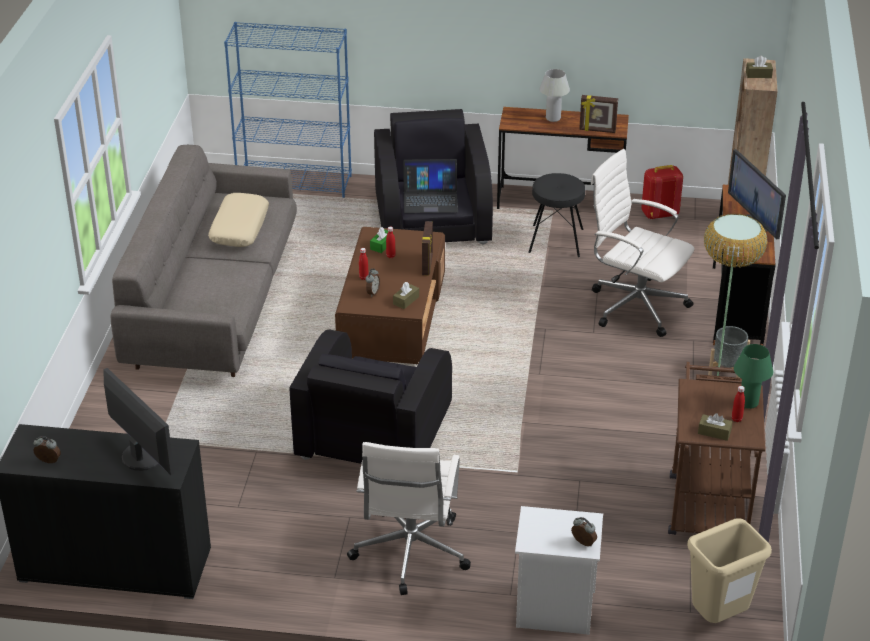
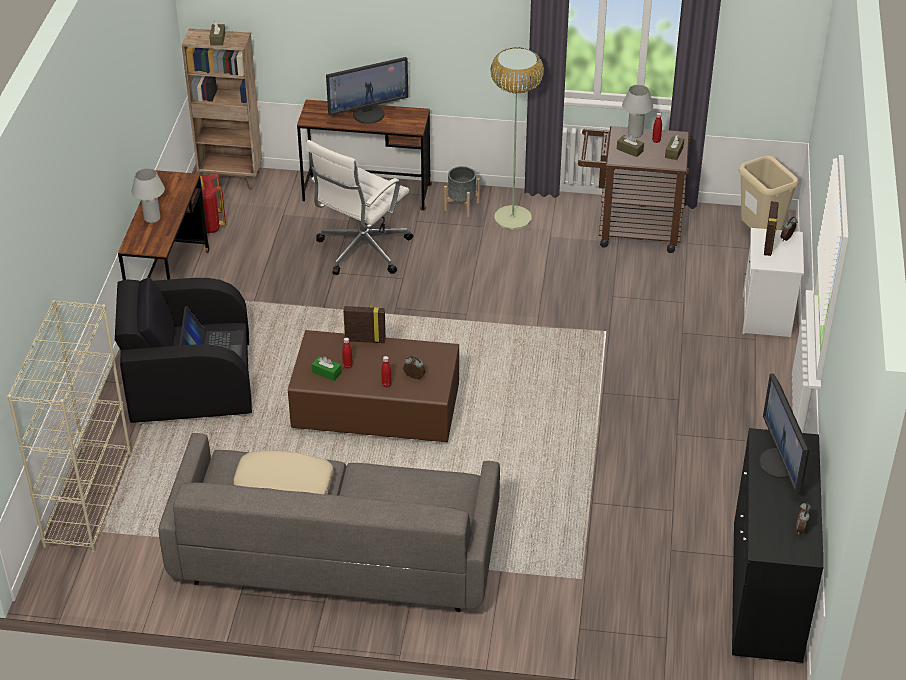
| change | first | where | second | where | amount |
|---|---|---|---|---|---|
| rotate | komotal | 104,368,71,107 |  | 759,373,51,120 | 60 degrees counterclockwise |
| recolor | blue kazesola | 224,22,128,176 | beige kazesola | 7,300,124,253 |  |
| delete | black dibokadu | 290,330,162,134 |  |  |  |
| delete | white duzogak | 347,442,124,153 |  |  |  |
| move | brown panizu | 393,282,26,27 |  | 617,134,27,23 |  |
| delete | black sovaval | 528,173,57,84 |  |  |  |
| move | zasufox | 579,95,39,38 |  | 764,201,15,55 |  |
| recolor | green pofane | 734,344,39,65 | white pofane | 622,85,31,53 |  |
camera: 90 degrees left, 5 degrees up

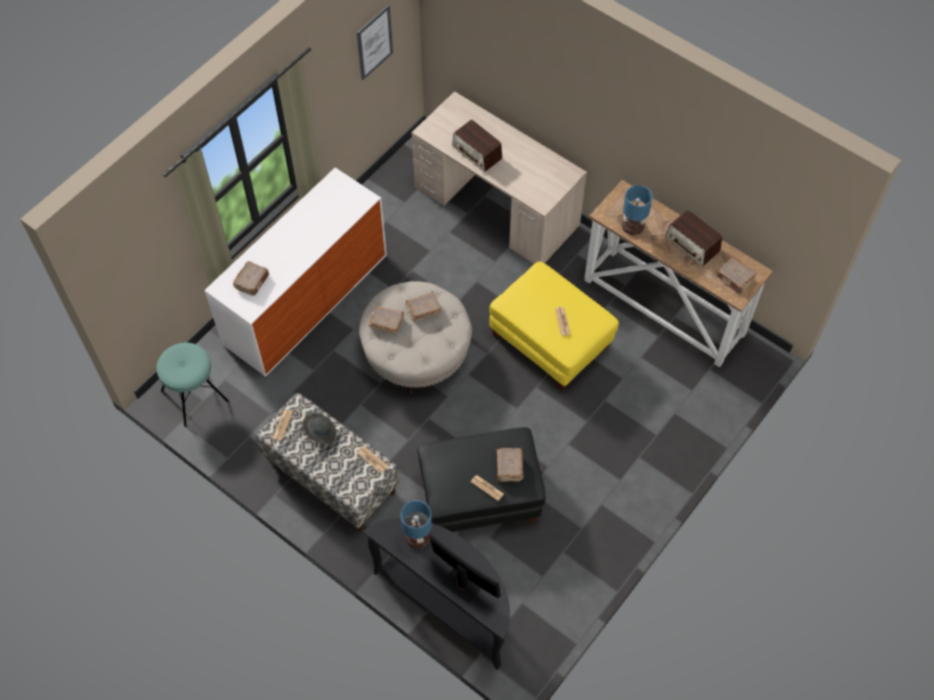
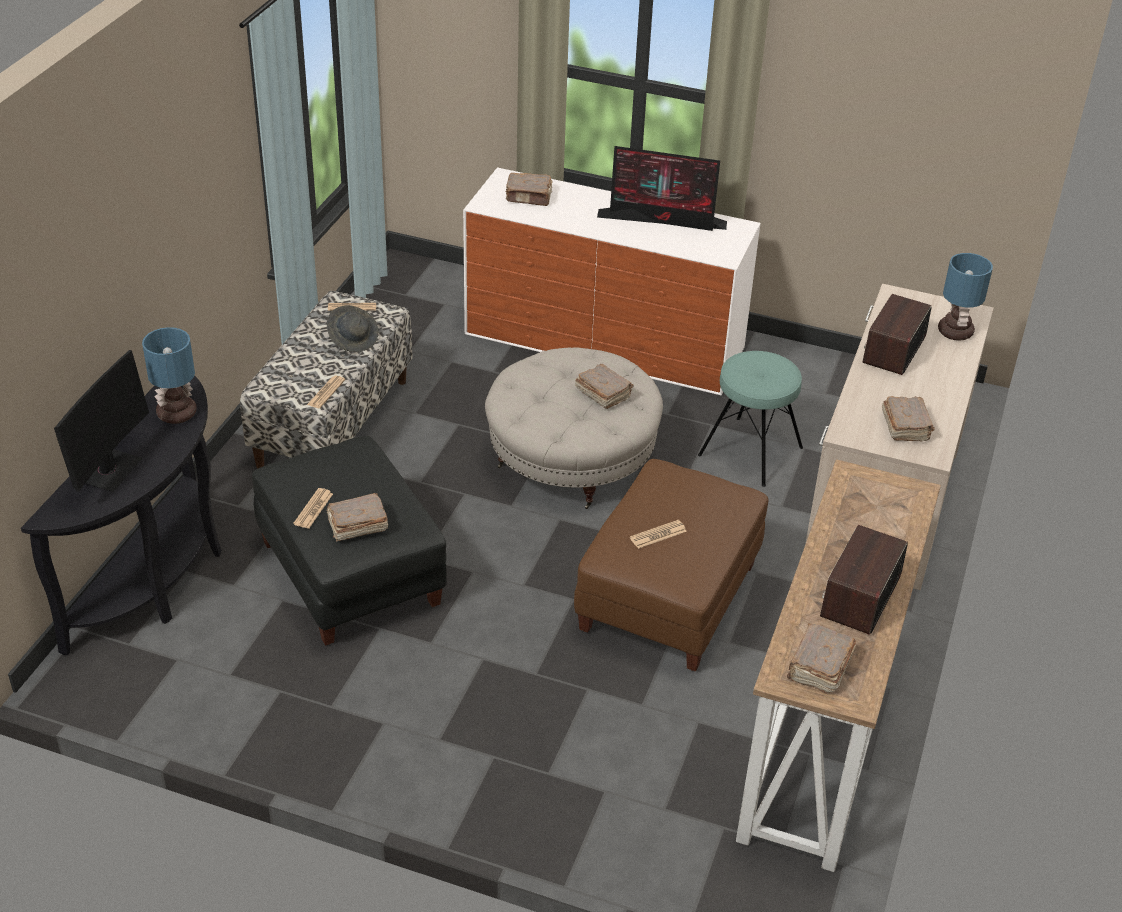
| change | first | where | second | where | amount |
|---|---|---|---|---|---|
| move | turquoise sovaval | 156,343,73,84 |  | 698,351,105,136 |  |
| delete | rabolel | 357,5,36,75 |  |  |  |
| move | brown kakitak | 369,306,35,29 |  | 882,396,53,46 |  |
| recolor | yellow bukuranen | 489,261,130,129 | brown bukuranen | 574,459,195,213 |  |
| move | pofane | 622,185,31,50 |  | 938,253,55,88 |  |
| insert |  |  | komotal | 597,146,130,85 |  |
camera: 70 degrees right, 20 degrees down

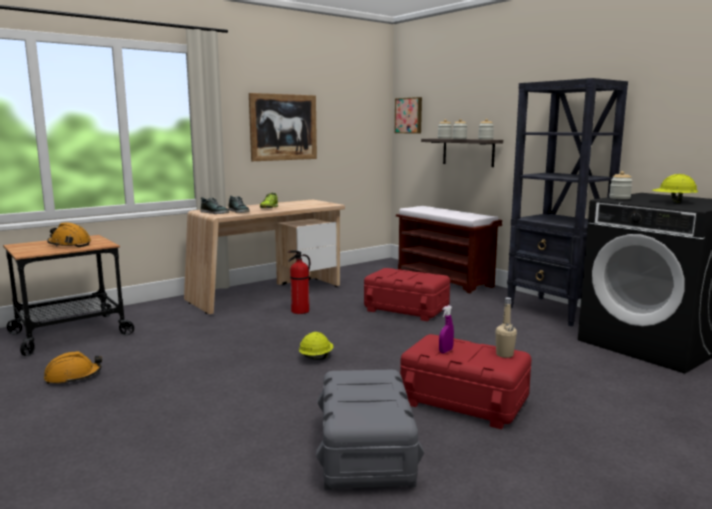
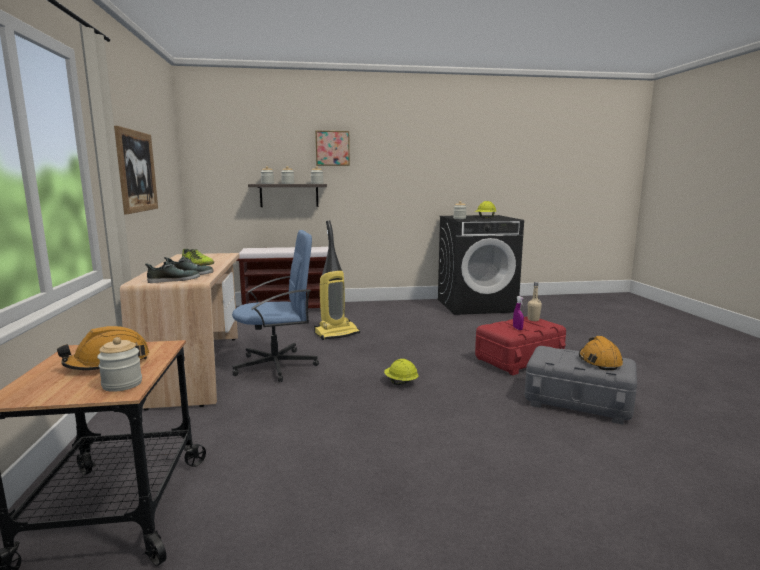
| change | first | where | second | where | amount |
|---|---|---|---|---|---|
| move | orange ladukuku | 44,351,58,33 |  | 579,336,44,34 |  |
| replace | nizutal | 288,250,22,64 | blue duzogak | 232,230,87,152 |  |
| replace | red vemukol | 364,268,86,53 | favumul | 314,220,46,120 |  |
| move | rabolel | 395,97,27,37 |  | 315,131,35,35 |  |
| delete | black kazesola | 507,78,121,249 |  |  |  |
| insert |  |  | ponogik | 97,337,45,55 |  |
camera: 60 degrees left, 0 degrees up

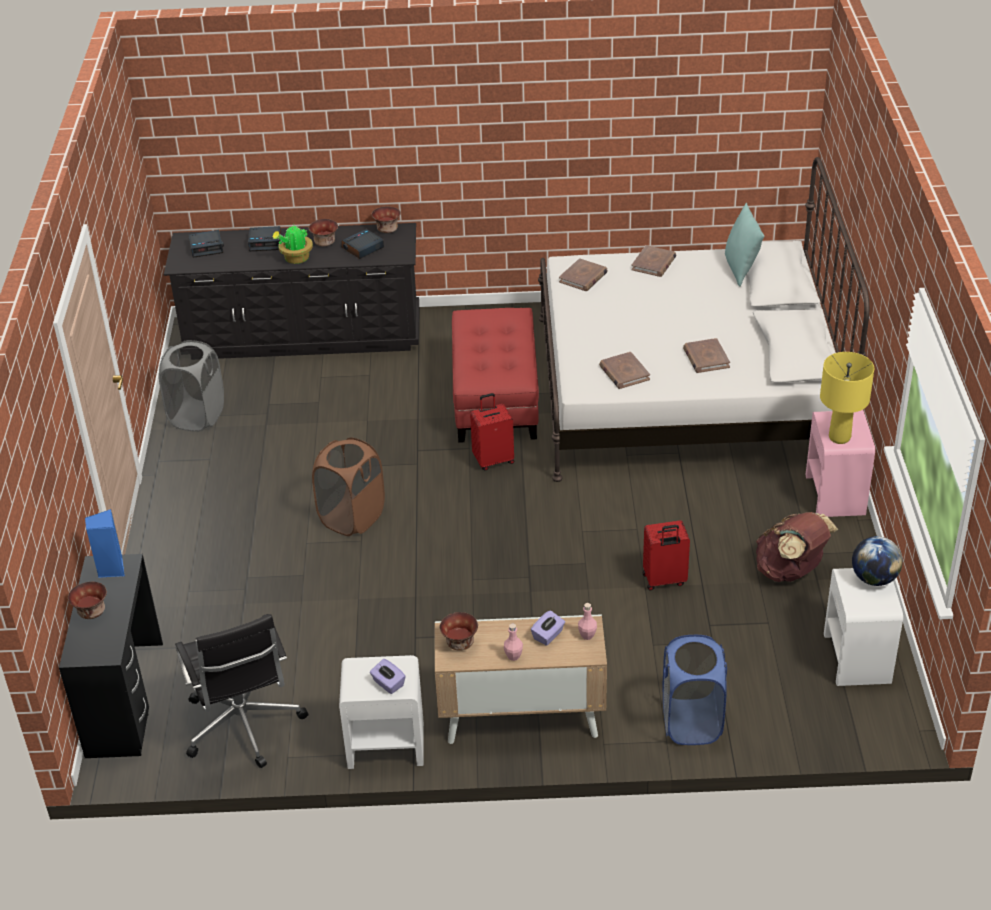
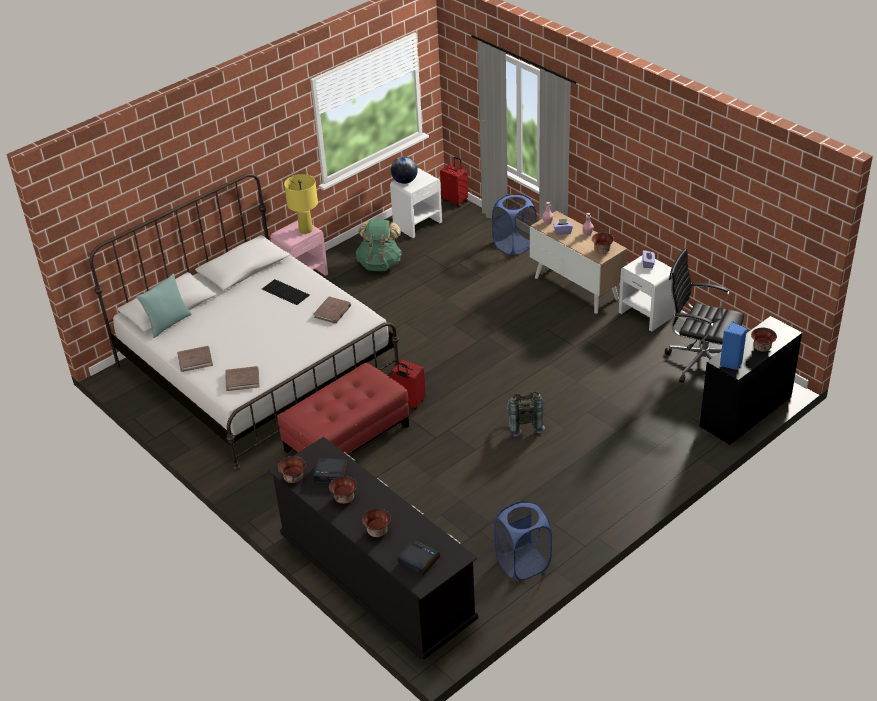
| change | first | where | second | where | amount |
|---|---|---|---|---|---|
| recolor | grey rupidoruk | 159,340,65,92 | blue rupidoruk | 494,501,58,80 |  |
| rotate | black duzogak | 175,614,133,154 |  | 665,248,79,135 | 90 degrees counterclockwise |
| replace | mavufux | 248,226,33,25 | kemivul | 362,508,29,29 |  |
| delete | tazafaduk | 273,226,40,38 |  |  |  |
| replace | brown rupidoruk | 312,437,73,99 | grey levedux | 506,391,39,45 |  |
| move | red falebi | 643,520,47,70 |  | 440,157,28,51 |  |
| replace | brown kakitak | 683,338,47,35 | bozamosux | 262,279,48,26 |  |
| recolor | brown levedux | 756,512,82,70 | green levedux | 356,219,46,52 |  |
camera: 130 degrees left, 0 degrees up

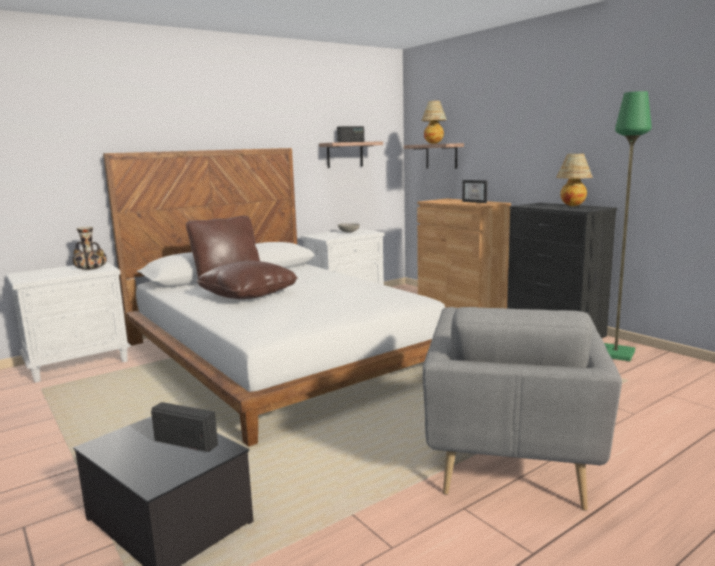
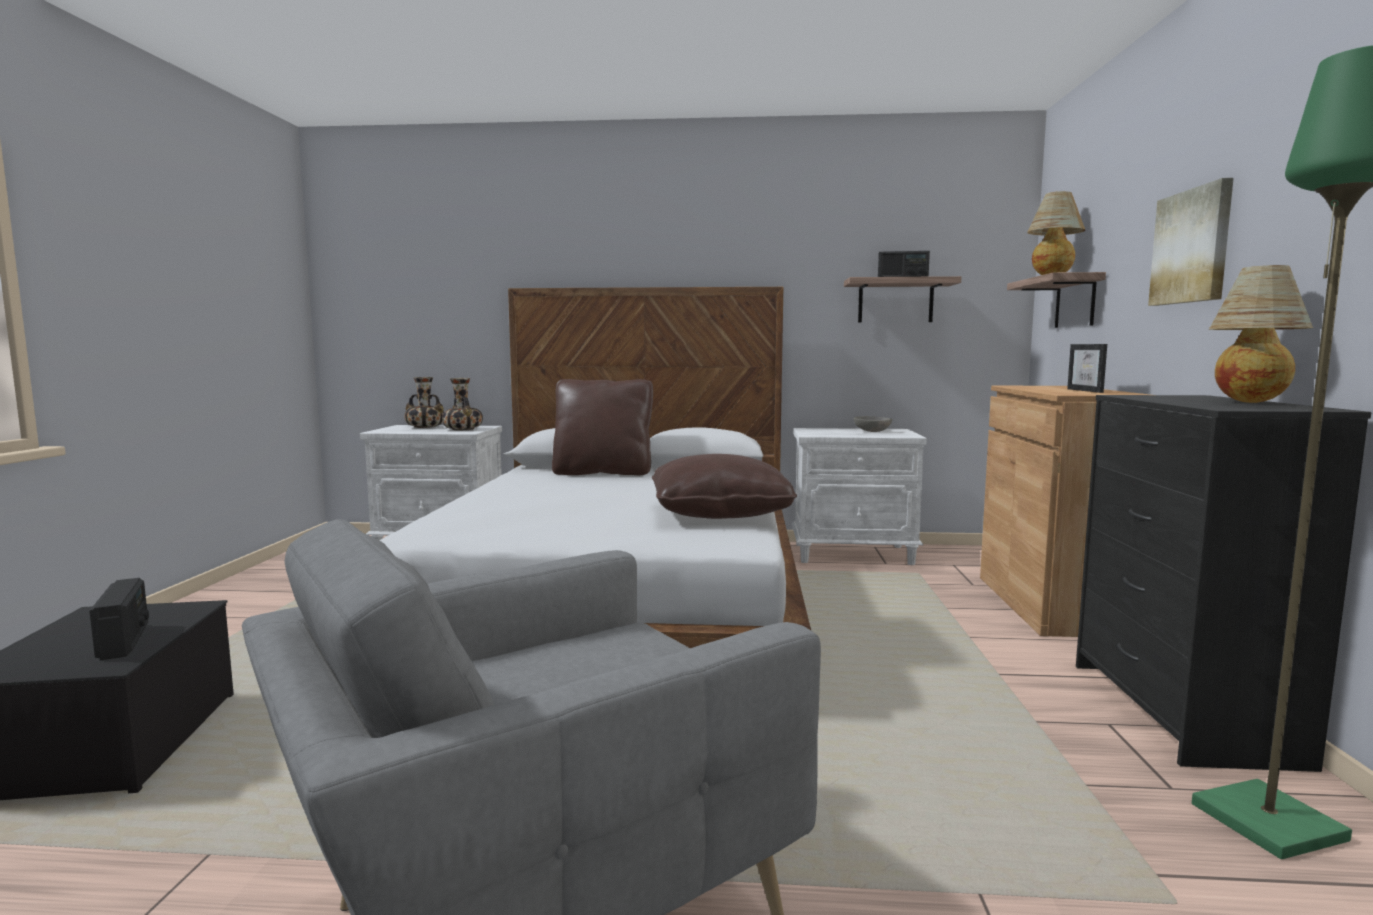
| change | first | where | second | where | amount |
|---|---|---|---|---|---|
| move | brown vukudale | 196,261,102,38 |  | 652,454,145,65 |  |
| insert |  |  | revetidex | 404,377,40,51 |  |
| insert |  |  | rabolel | 1148,178,86,128 |  |
camera: 40 degrees right, 5 degrees down

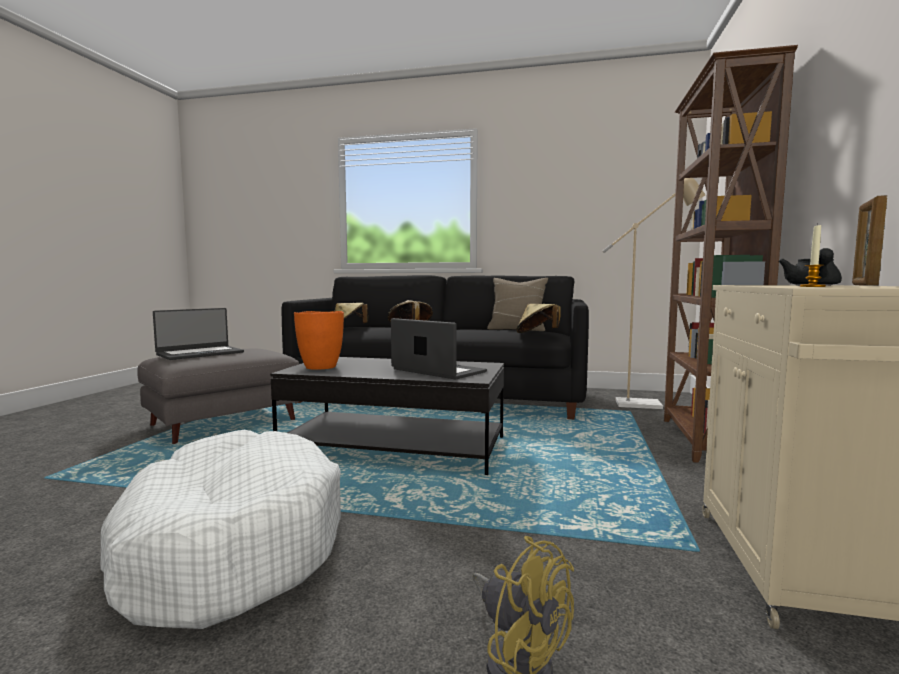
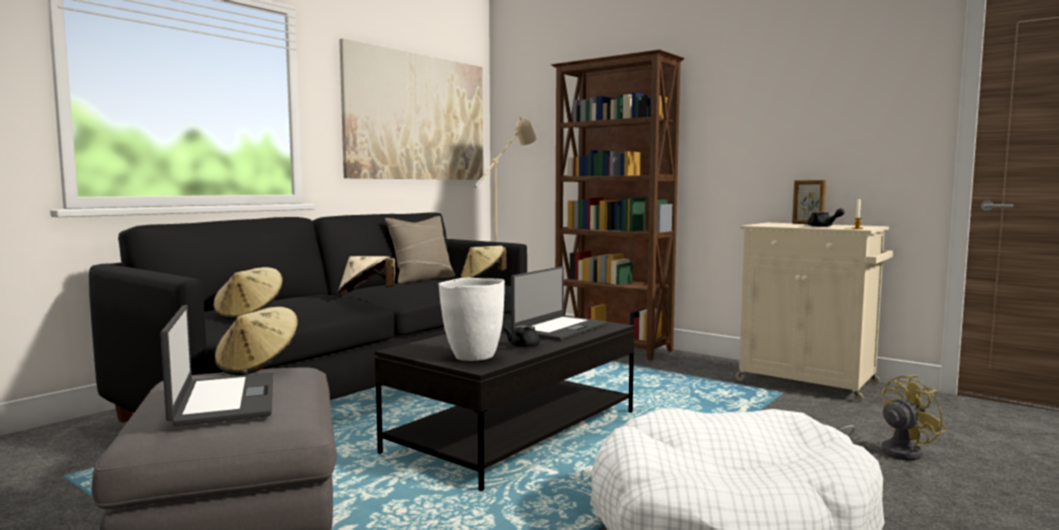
| change | first | where | second | where | amount |
|---|---|---|---|---|---|
| recolor | orange revetidex | 294,311,50,59 | white revetidex | 439,278,66,83 |  |
| rotate | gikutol | 391,318,96,62 |  | 511,266,96,75 | 150 degrees clockwise |
| insert |  |  | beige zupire | 215,307,83,68 |  |
| insert |  |  | rabolel | 339,38,144,142 |  |
| insert |  |  | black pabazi | 503,325,37,22 |  |
camera: 65 degrees left, 0 degrees up

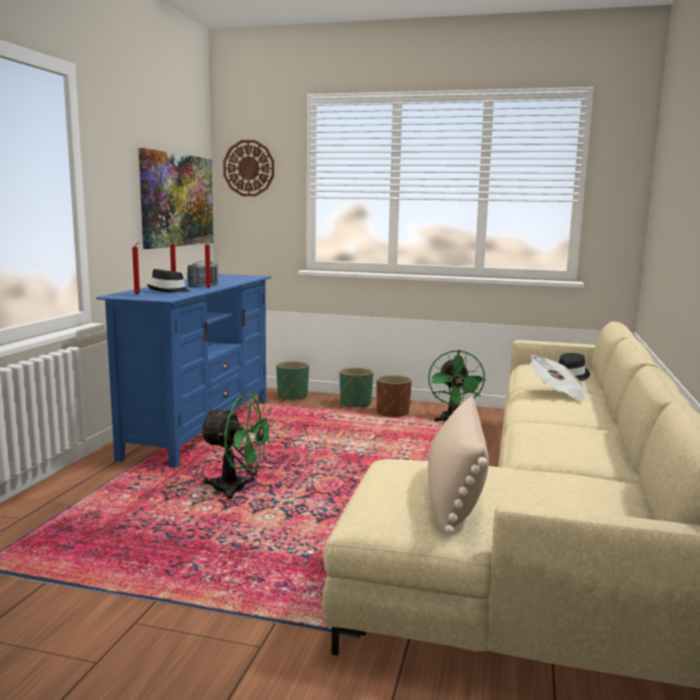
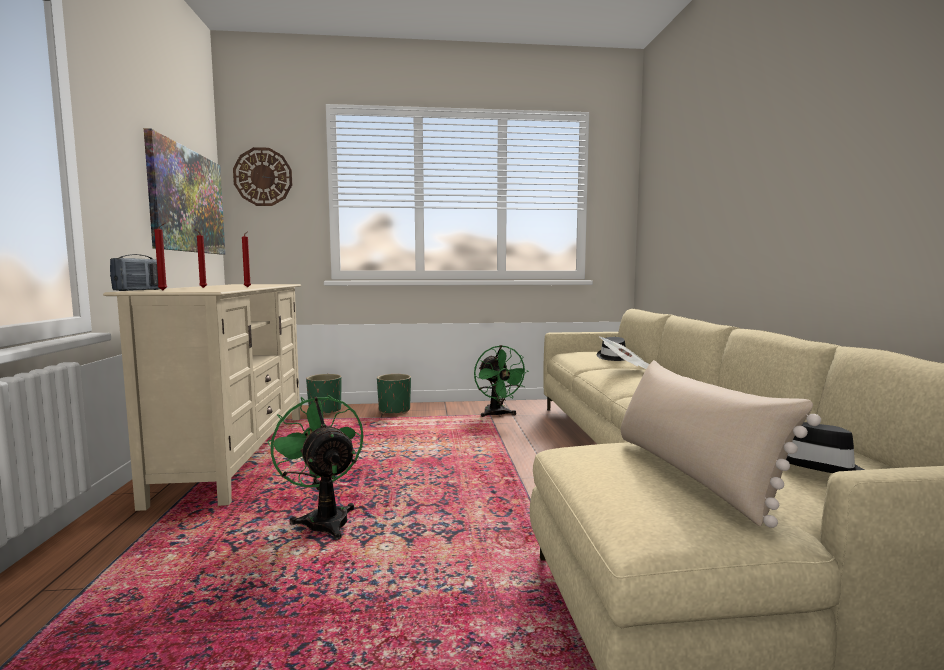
| change | first | where | second | where | amount |
|---|---|---|---|---|---|
| recolor | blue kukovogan | 96,274,176,194 | beige kukovogan | 103,284,198,227 |  |
| move | black zupire | 147,269,44,23 |  | 786,422,78,51 |  |
| move | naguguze | 187,261,32,26 |  | 110,254,50,37 |  |
| rotate | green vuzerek | 199,393,76,106 |  | 267,395,96,144 | 120 degrees counterclockwise |
| delete | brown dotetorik | 376,375,36,43 |  |  |  |
camera: 20 degrees left, 5 degrees down

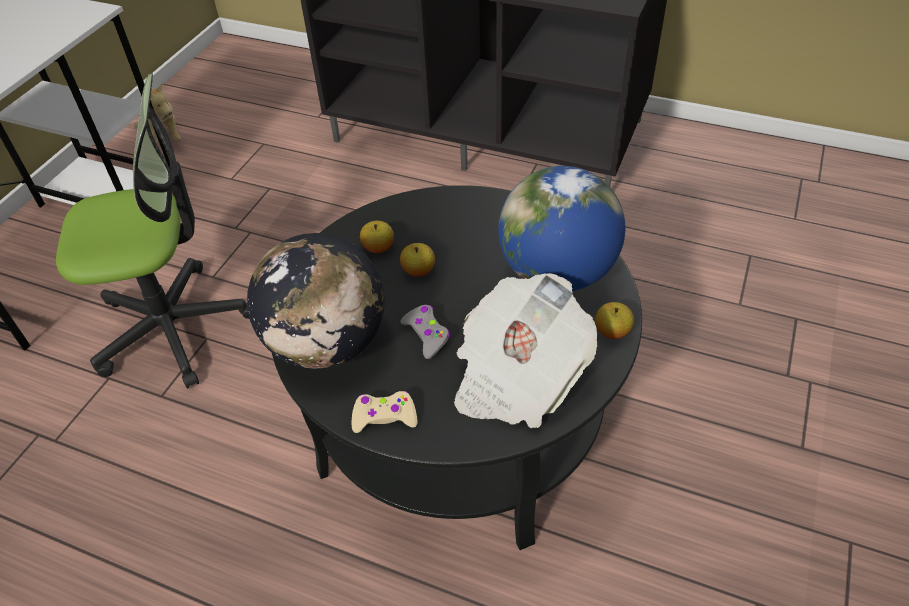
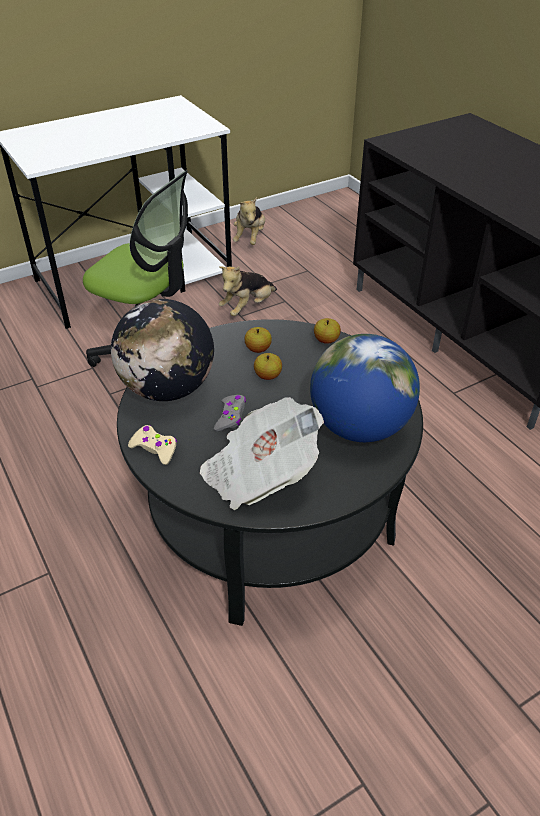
| change | first | where | second | where | amount |
|---|---|---|---|---|---|
| move | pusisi | 595,302,39,37 |  | 314,318,27,26 |  |
| insert |  |  | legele | 219,266,58,50 |  |
camera: 35 degrees right, 5 degrees down

